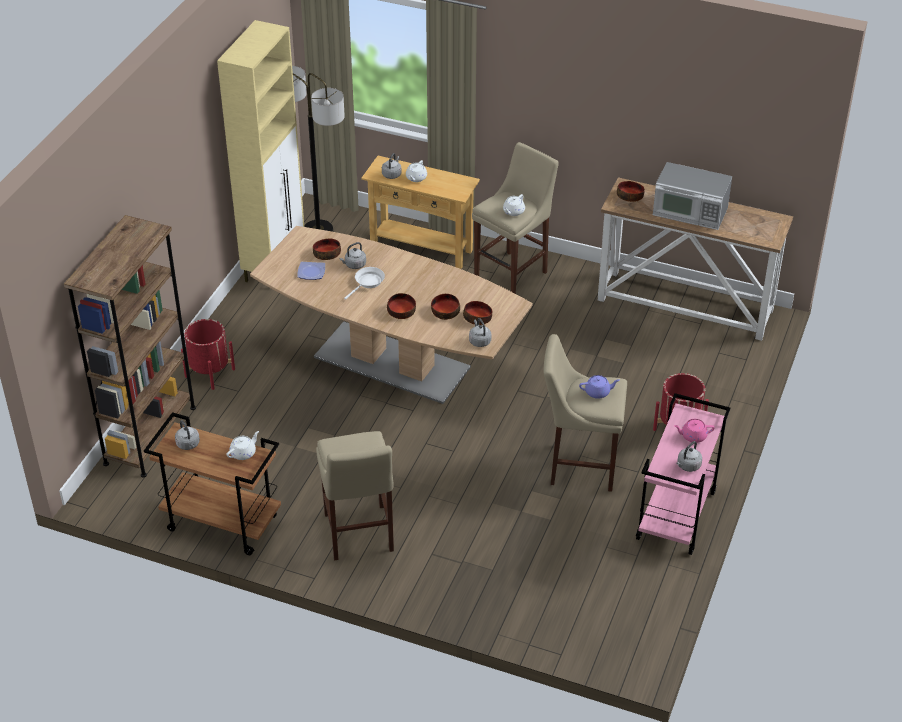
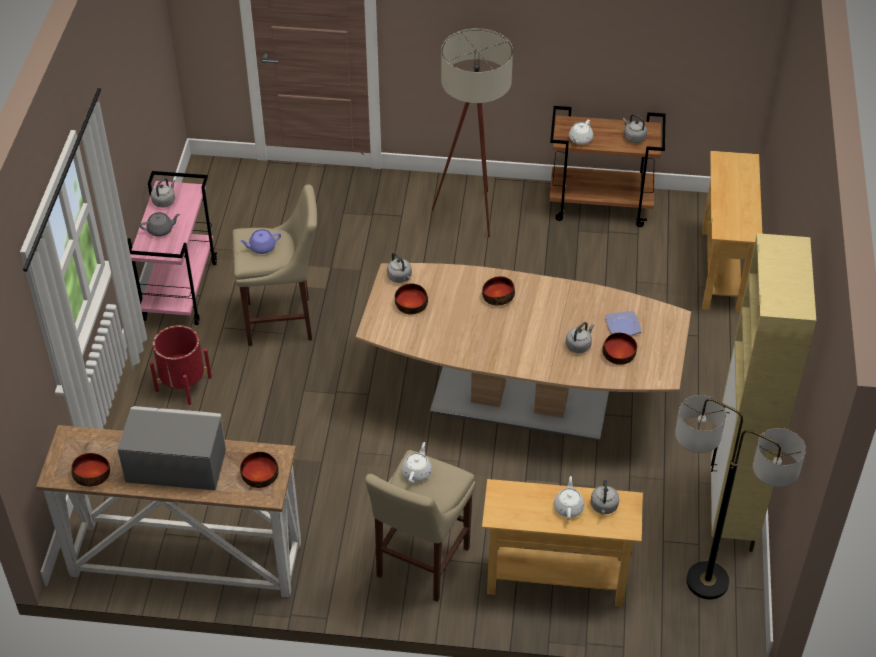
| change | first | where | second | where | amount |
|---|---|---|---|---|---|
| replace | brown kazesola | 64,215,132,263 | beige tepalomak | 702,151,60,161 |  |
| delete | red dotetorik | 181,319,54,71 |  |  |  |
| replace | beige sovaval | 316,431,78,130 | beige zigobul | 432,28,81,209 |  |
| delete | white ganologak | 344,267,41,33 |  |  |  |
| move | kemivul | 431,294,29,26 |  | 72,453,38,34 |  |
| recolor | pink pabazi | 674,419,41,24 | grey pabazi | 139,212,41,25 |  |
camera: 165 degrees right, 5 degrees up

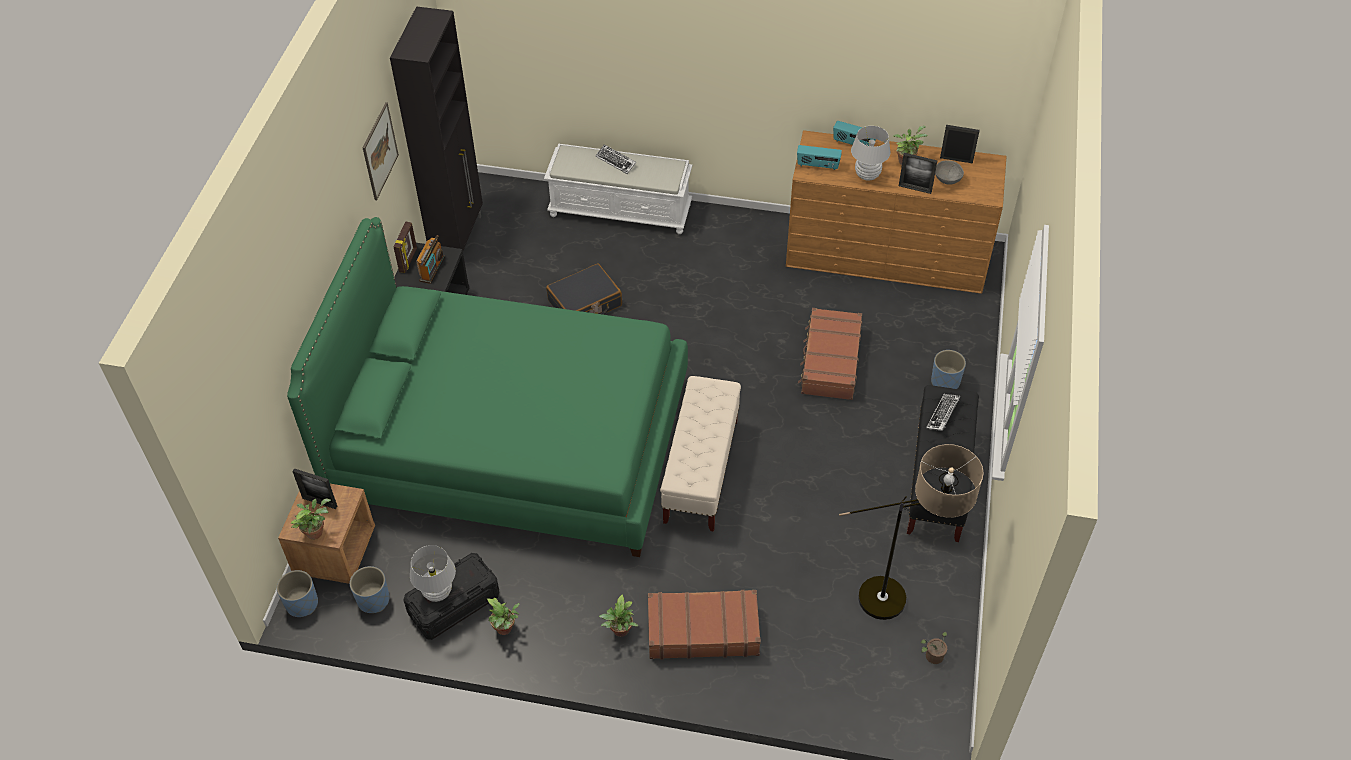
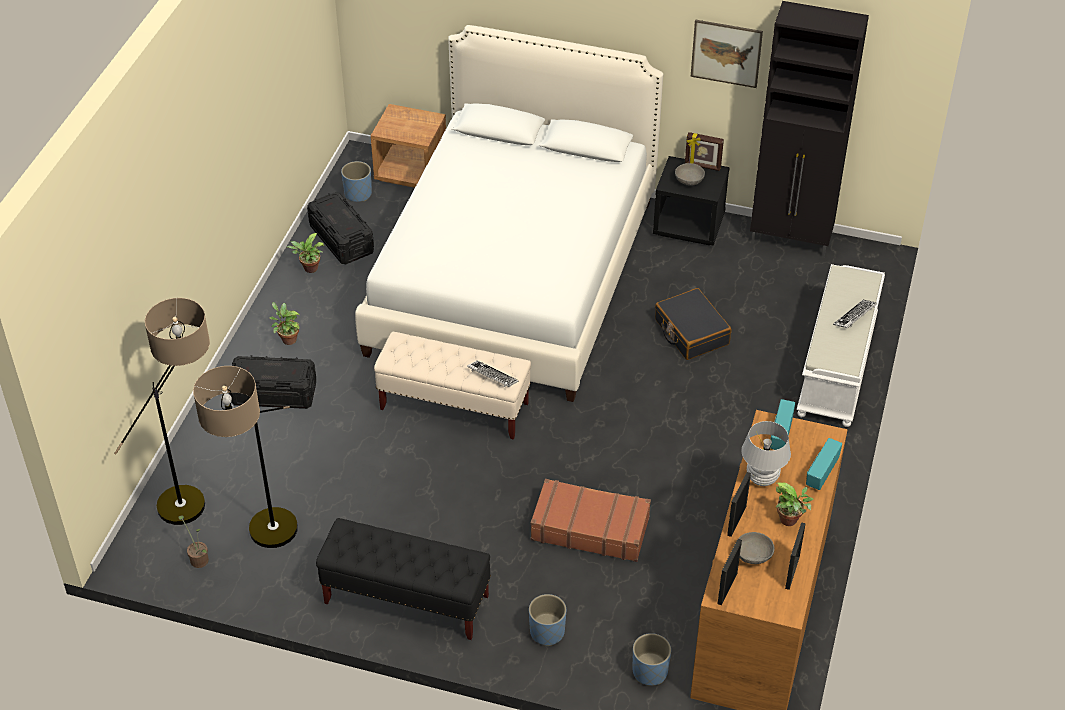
| change | first | where | second | where | amount |
|---|---|---|---|---|---|
| move | blue dotetorik | 277,570,41,47 |  | 633,633,38,53 |  |
| recolor | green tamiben | 287,217,401,340 | white tamiben | 355,25,308,377 |  |
| delete | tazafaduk | 291,499,40,41 |  |  |  |
| move | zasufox | 292,468,45,41 |  | 718,539,24,67 |  |
| delete | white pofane | 410,545,46,57 |  |  |  |
| replace | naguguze | 416,235,29,49 | grey kemivul | 675,163,30,23 |  |
| replace | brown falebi | 648,590,113,69 | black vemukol | 229,355,87,54 |  |
| move | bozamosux | 926,394,34,37 |  | 467,361,51,26 |  |
| insert |  |  | zigobul | 114,298,96,227 |  |
camera: 95 degrees right, 5 degrees down

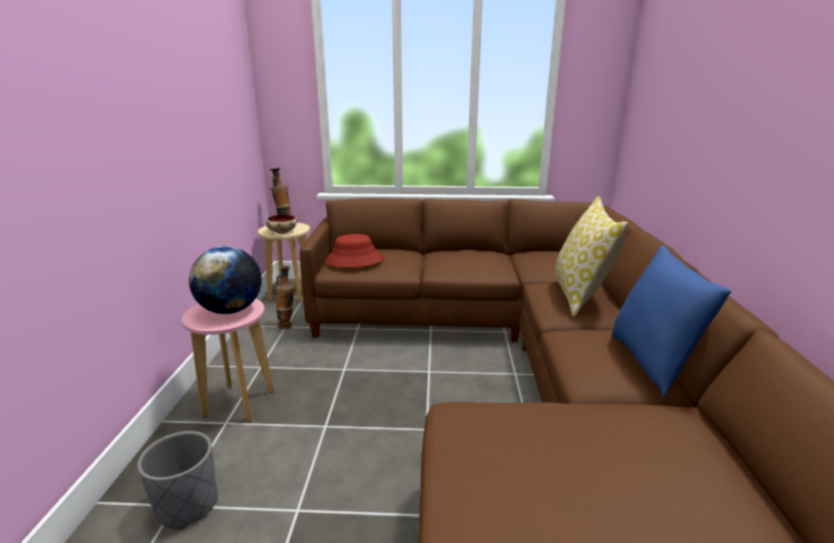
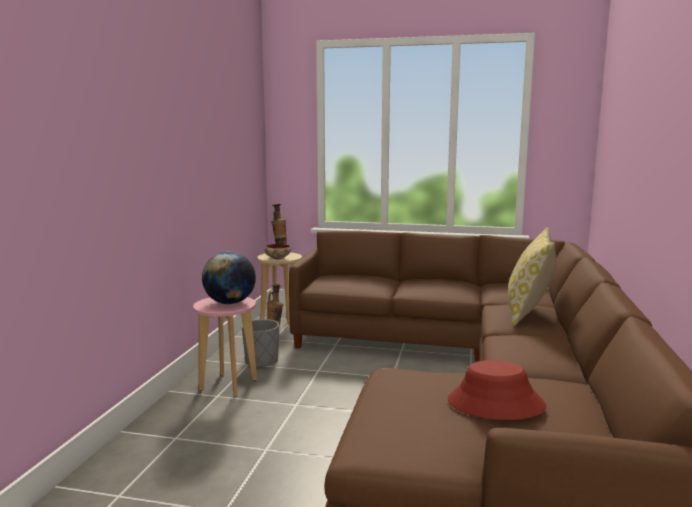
| change | first | where | second | where | amount |
|---|---|---|---|---|---|
| move | grey dotetorik | 137,431,80,98 |  | 242,319,37,49 |  |
| move | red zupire | 325,234,59,34 |  | 448,360,98,60 |  |
| delete | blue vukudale | 612,245,119,151 |  |  |  |
camera: 10 degrees right, 10 degrees down

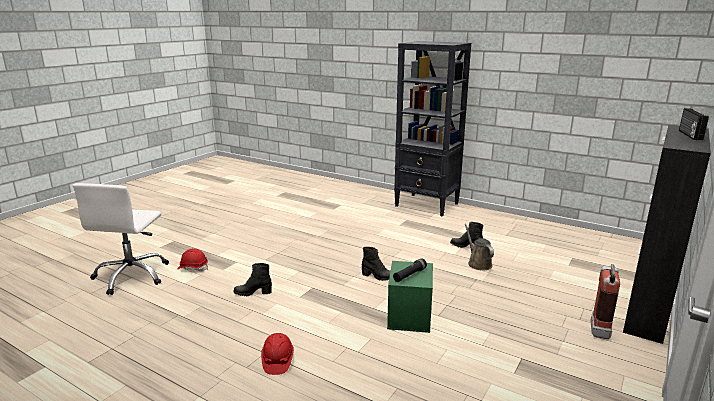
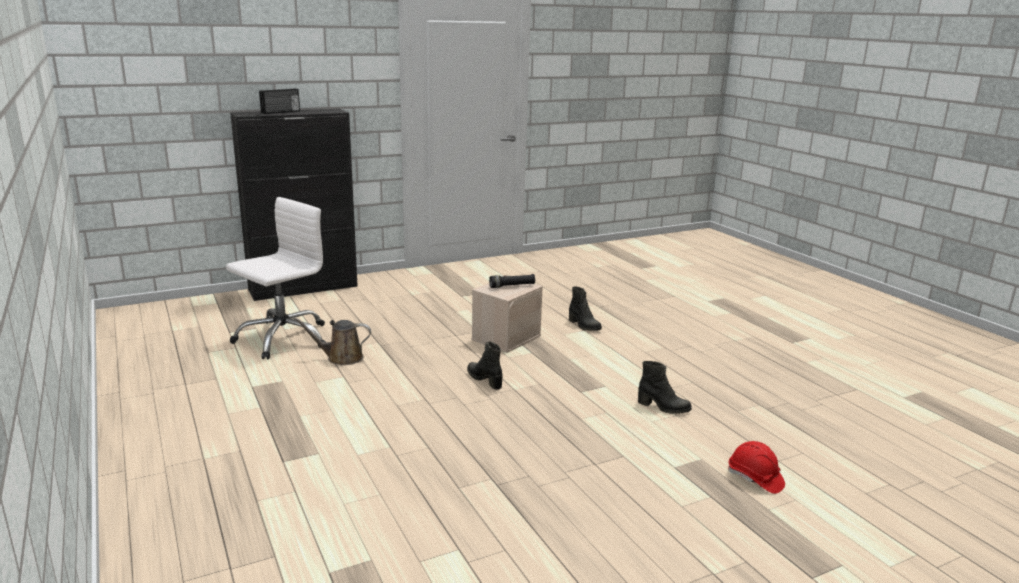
| change | first | where | second | where | amount |
|---|---|---|---|---|---|
| move | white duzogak | 73,183,96,112 |  | 226,197,100,162 |  |
| delete | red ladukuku | 261,333,33,42 |  |  |  |
| recolor | green vemukol | 387,261,46,72 | beige vemukol | 472,283,71,70 |  |
| delete | black kazesola | 394,41,77,176 |  |  |  |
| move | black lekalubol | 450,222,33,26 |  | 569,287,33,44 |  |
| rotate | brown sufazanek | 464,224,30,46 |  | 293,317,78,48 | 75 degrees clockwise |
| delete | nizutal | 590,264,30,75 |  |  |  |
camera: 150 degrees left, 0 degrees up

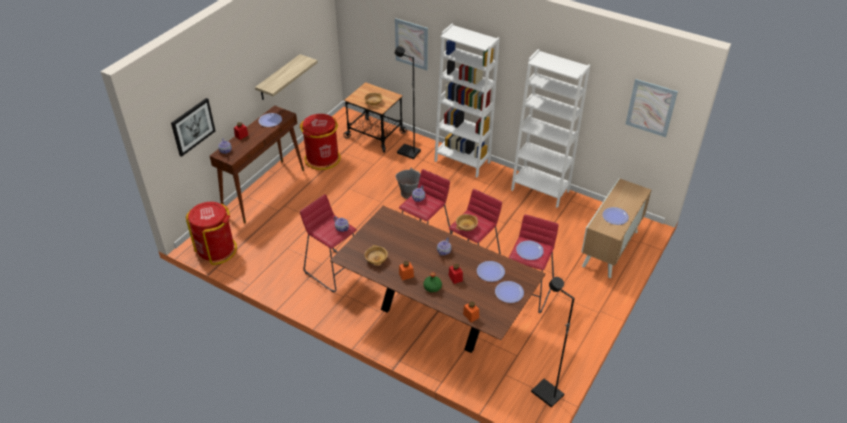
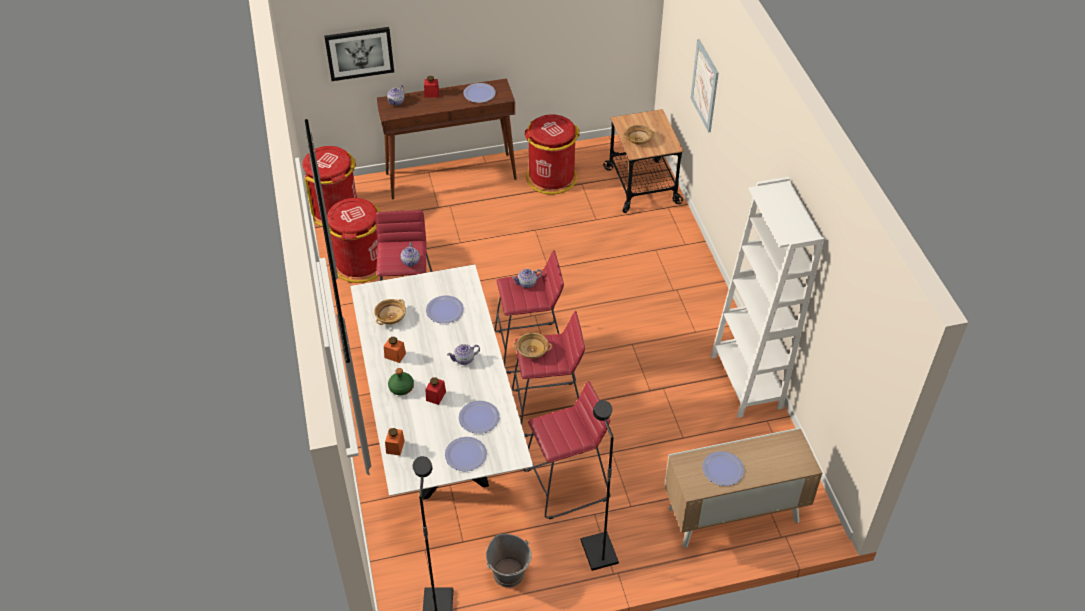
| change | first | where | second | where | amount |
|---|---|---|---|---|---|
| delete | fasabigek | 255,54,63,46 |  |  |  |
| recolor | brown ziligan | 330,206,216,147 | white ziligan | 350,264,183,236 |  |
| move | black zigobul | 395,46,26,113 |  | 581,400,38,171 |  |
| move | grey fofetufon | 395,168,25,31 |  | 486,534,46,54 |  |
| delete | white kazesola | 434,24,66,153 |  |  |  |
| move | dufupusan | 516,241,28,19 |  | 426,296,38,28 |  |
| delete | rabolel | 626,79,52,58 |  |  |  |
| insert |  |  | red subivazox | 327,198,53,85 |  |
camera: 45 degrees right, 5 degrees up

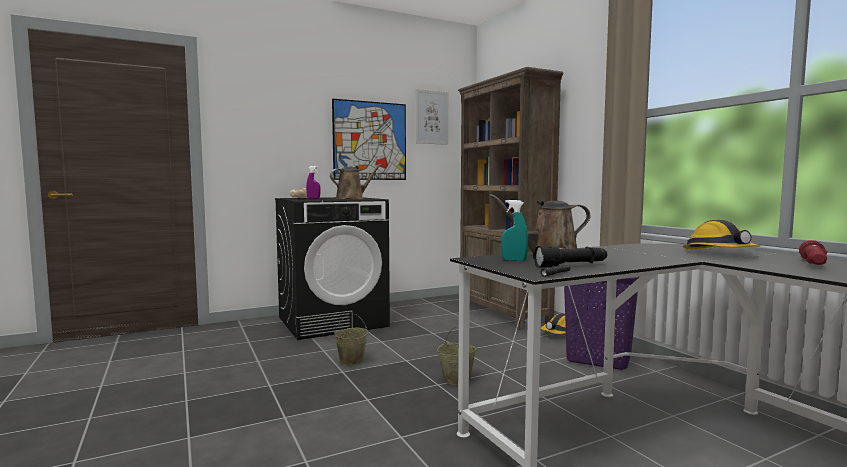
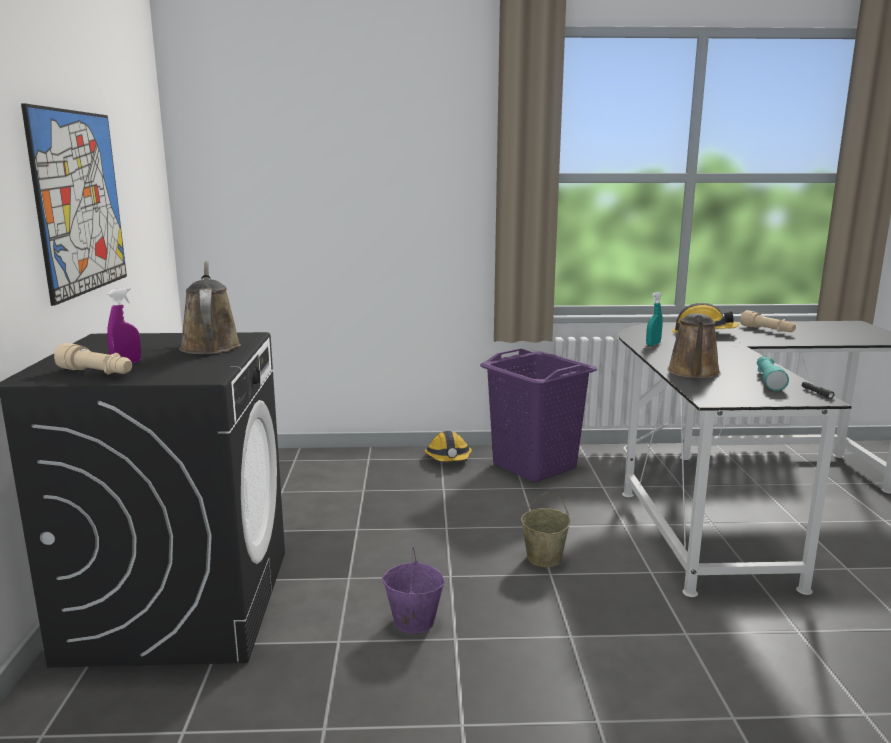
| change | first | where | second | where | amount |
|---|---|---|---|---|---|
| recolor | beige fofetufon | 334,313,34,52 | purple fofetufon | 382,546,63,88 |  |
| delete | rabolel | 415,89,33,56 |  |  |  |
| delete | brown kazesola | 458,67,106,263 |  |  |  |
| move | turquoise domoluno | 501,200,27,61 |  | 646,292,17,54 |  |
| recolor | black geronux | 533,245,74,23 | turquoise geronux | 757,356,32,35 |  |
| recolor | red geronux | 799,240,28,25 | beige geronux | 740,310,56,22 |  |
camera: 65 degrees left, 10 degrees up

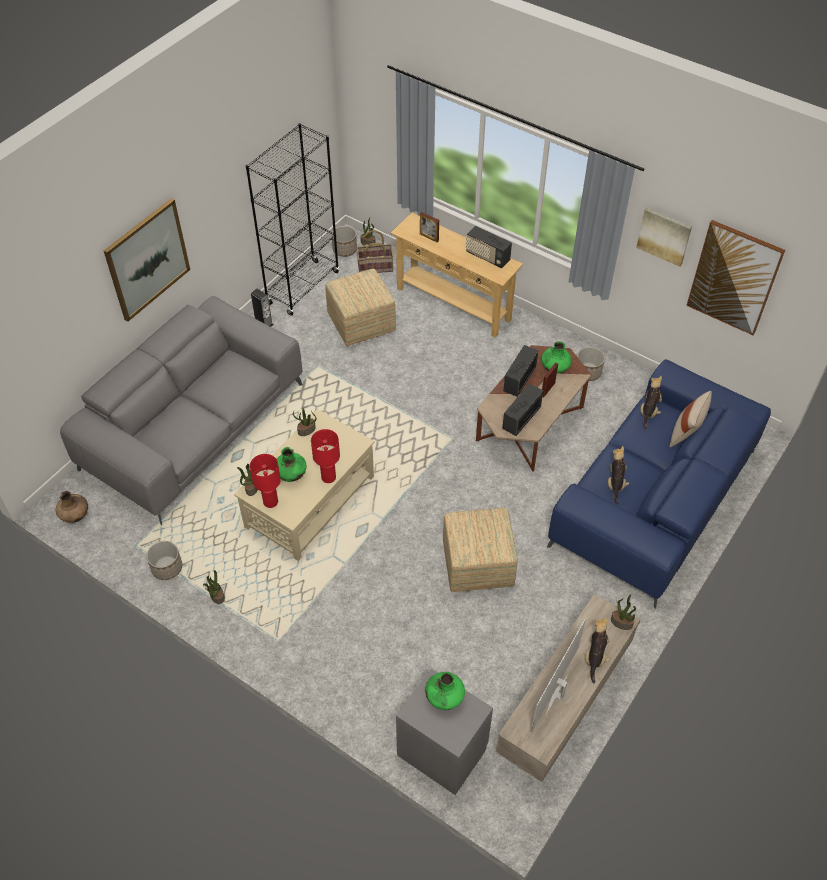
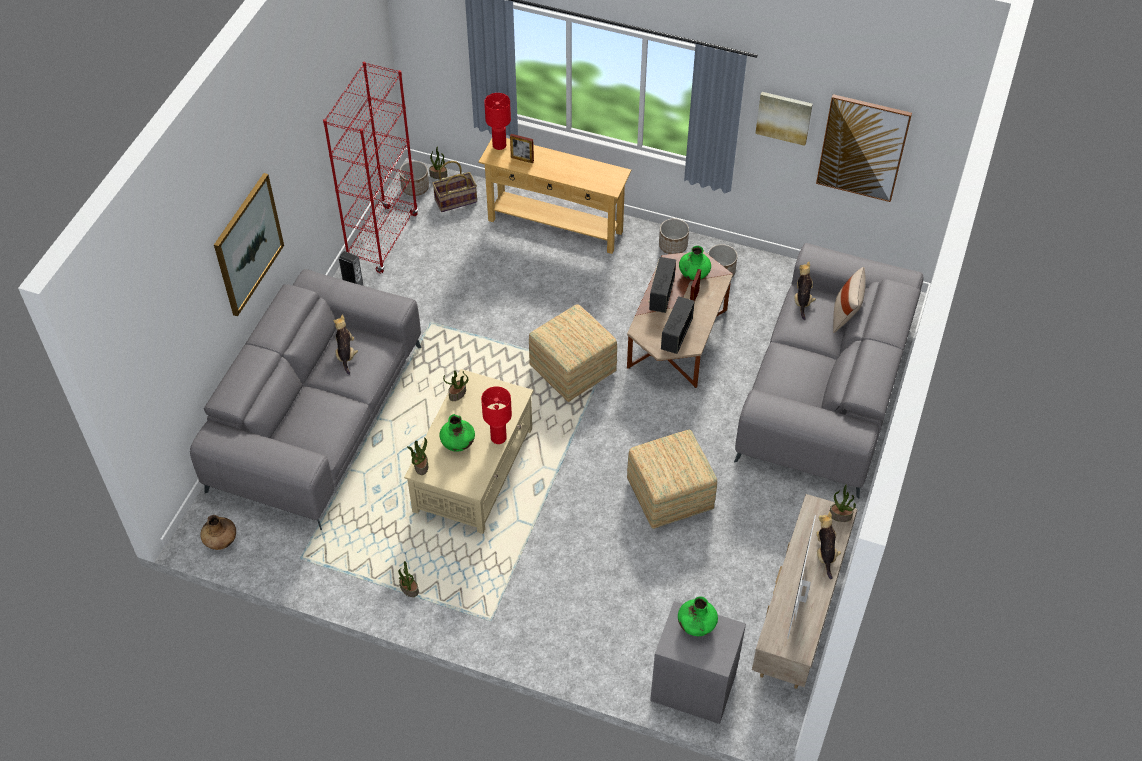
| change | first | where | second | where | amount |
|---|---|---|---|---|---|
| move | dotetorik | 146,541,36,39 |  | 659,218,30,36 |  |
| recolor | black kazesola | 246,123,93,193 | red kazesola | 323,61,96,212 |  |
| move | red pofane | 250,454,31,54 |  | 484,93,27,57 |  |
| move | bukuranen | 325,269,71,78 |  | 529,304,88,98 |  |
| delete | naguguze | 466,226,46,42 |  |  |  |
| recolor | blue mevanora | 547,359,224,249 | grey mevanora | 734,243,190,256 |  |
| move | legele | 608,446,21,59 |  | 333,315,25,60 |  |
camera: 15 degrees left, 0 degrees up

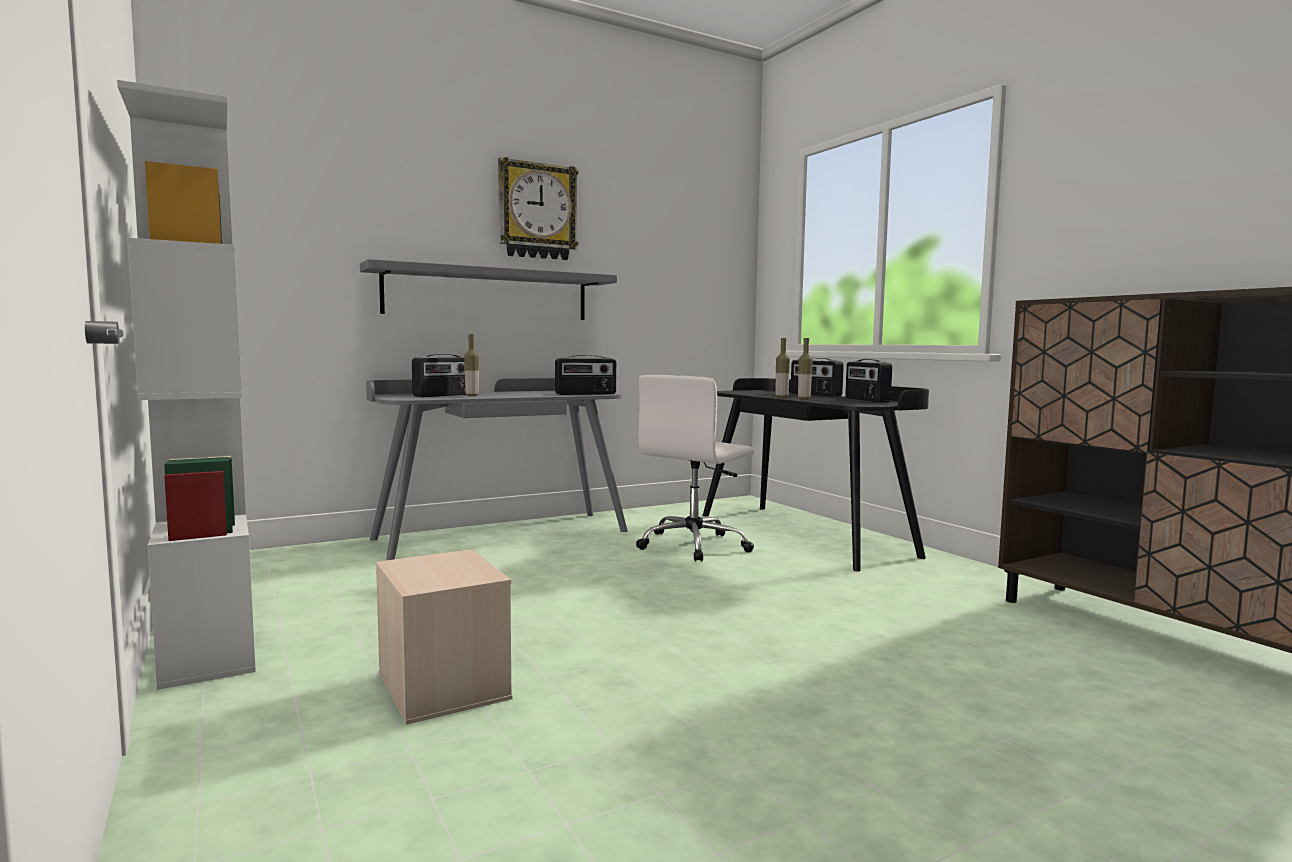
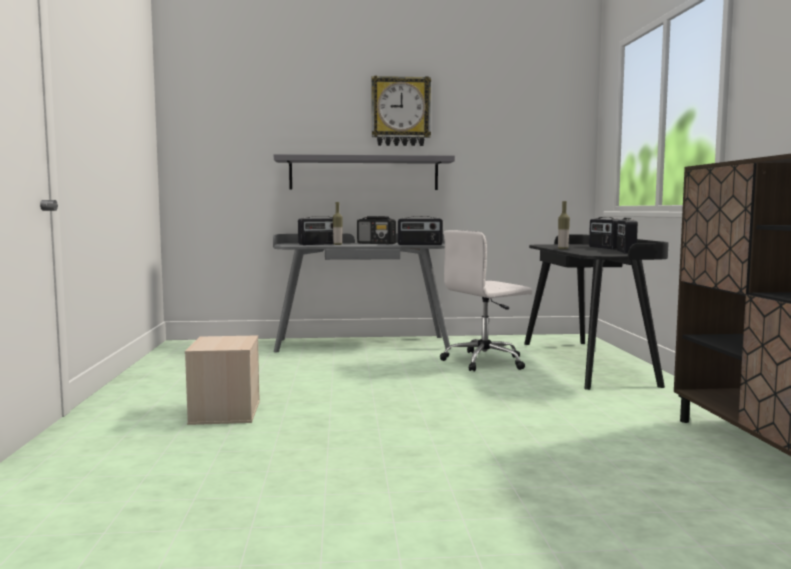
| change | first | where | second | where | amount |
|---|---|---|---|---|---|
| delete | white kazesola | 117,80,139,610 |  |  |  |
| delete | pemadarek | 798,338,15,61 |  |  |  |
| insert |  |  | naguguze | 357,216,39,28 |  |
camera: 25 degrees right, 0 degrees up

